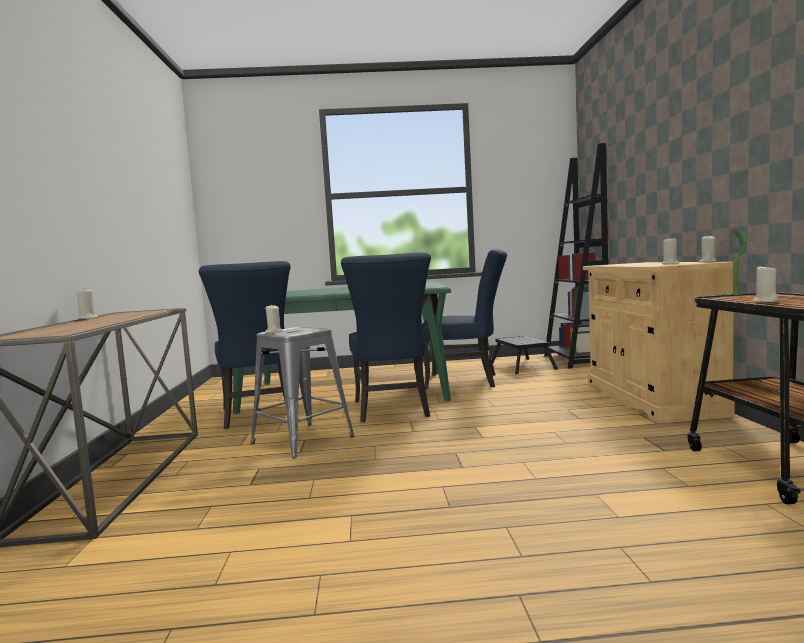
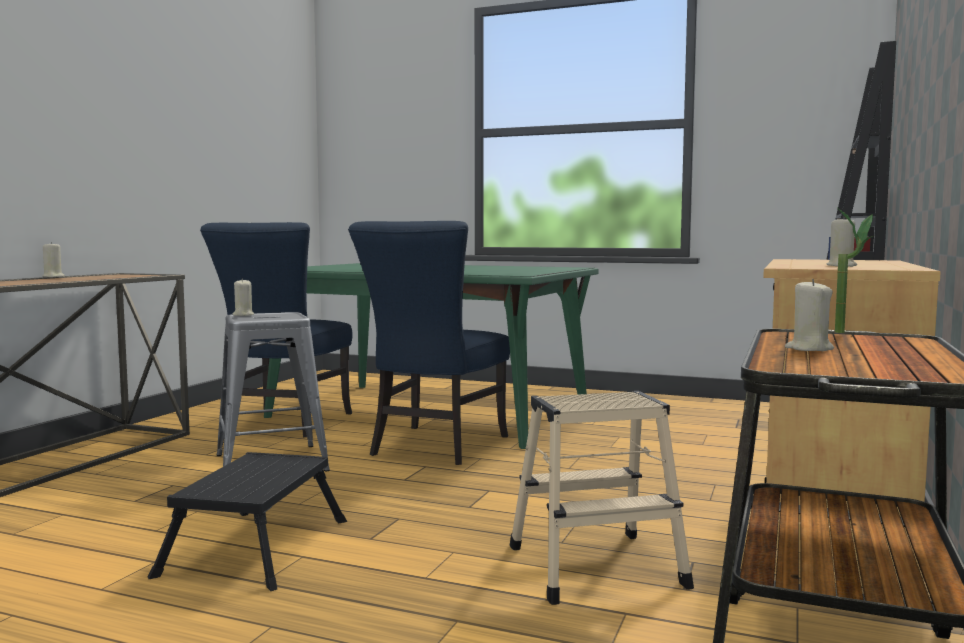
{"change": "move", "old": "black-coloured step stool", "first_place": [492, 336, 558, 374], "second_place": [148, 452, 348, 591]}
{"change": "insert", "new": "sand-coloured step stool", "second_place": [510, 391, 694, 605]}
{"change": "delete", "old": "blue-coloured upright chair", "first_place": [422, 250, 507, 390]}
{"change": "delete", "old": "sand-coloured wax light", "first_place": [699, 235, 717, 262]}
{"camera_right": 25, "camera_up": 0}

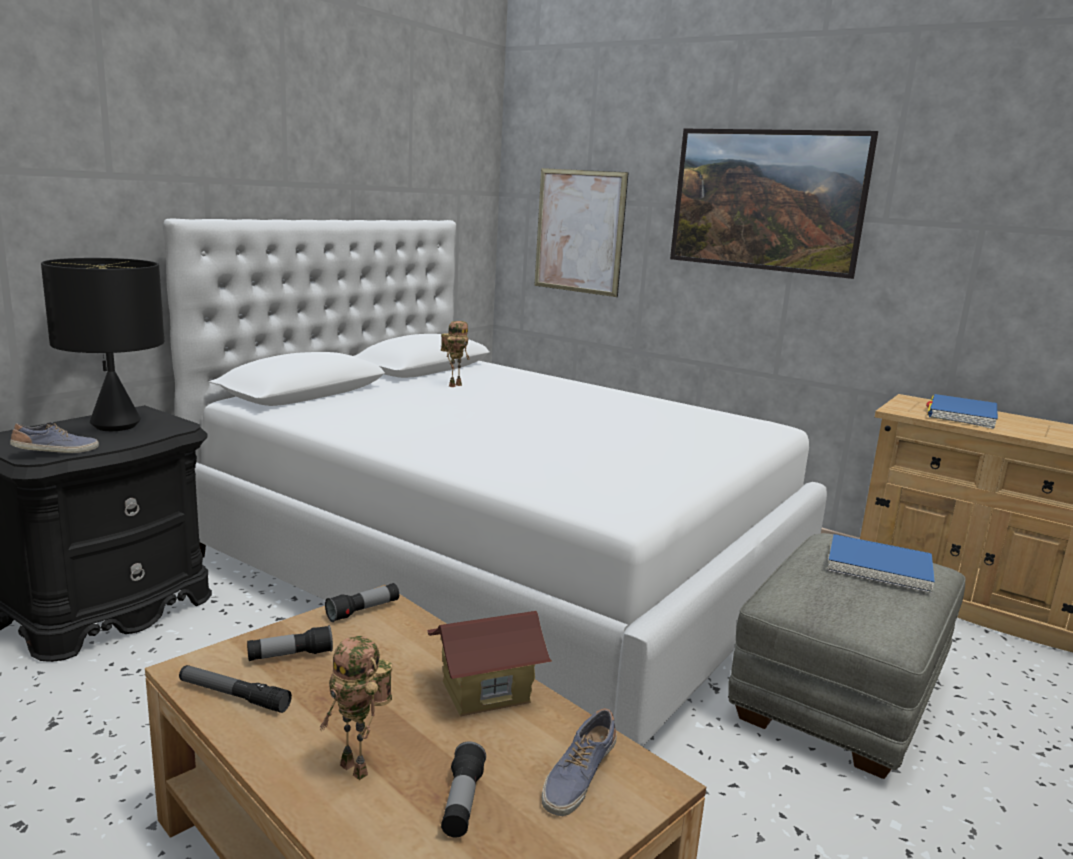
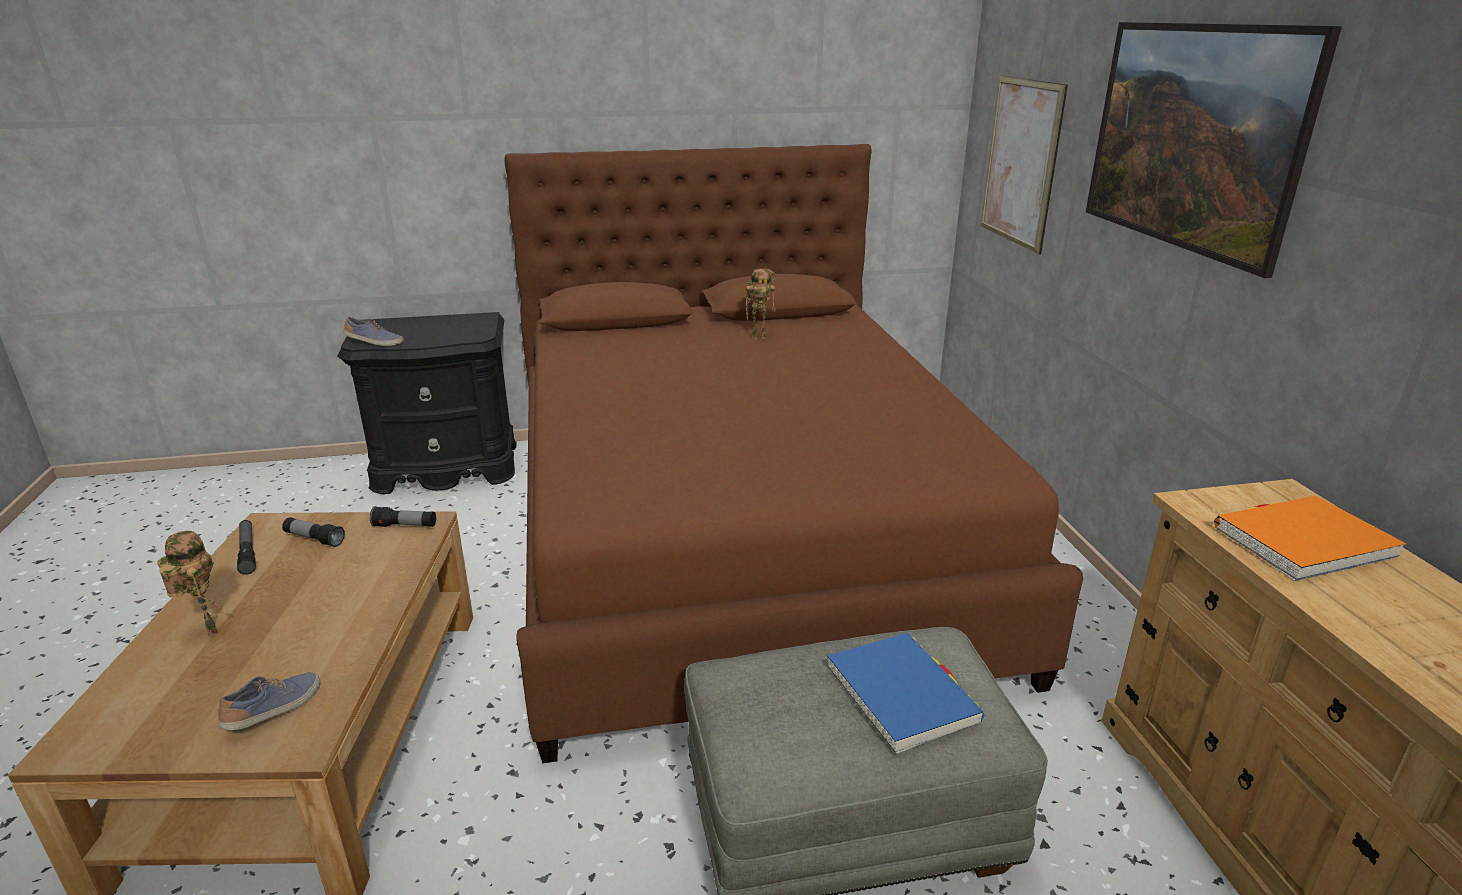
{"change": "rotate", "old": "toy robot", "first_place": [320, 636, 392, 780], "second_place": [157, 531, 224, 638], "degrees": 150}
{"change": "rotate", "old": "shoe", "first_place": [542, 708, 617, 816], "second_place": [218, 672, 321, 730], "degrees": 135}
{"change": "recolor", "old": "whitish sleeping bed", "new": "brown sleeping bed", "first_place": [163, 218, 827, 747], "second_place": [504, 144, 1083, 763]}
{"change": "recolor", "old": "blue-coloured book", "new": "orange-coloured book", "first_place": [926, 394, 998, 429], "second_place": [1214, 496, 1406, 581]}
{"change": "delete", "old": "black-coloured lamp for a table", "first_place": [41, 258, 164, 431]}
{"change": "delete", "old": "toy house", "first_place": [427, 611, 552, 716]}
{"change": "delete", "old": "torch", "first_place": [441, 741, 486, 838]}
{"camera_right": 45, "camera_up": 10}

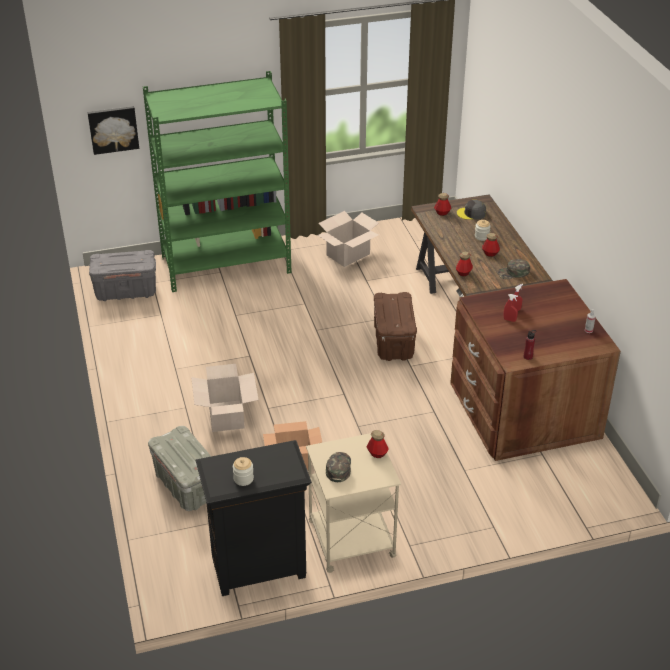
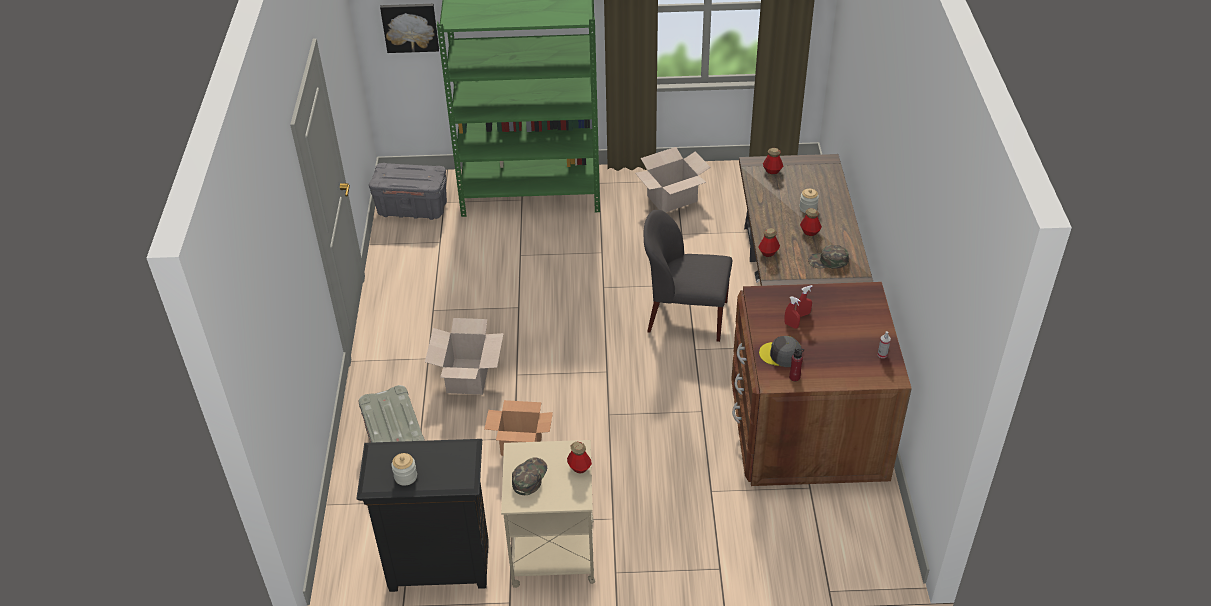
{"change": "replace", "old": "brown storage box", "new": "greyish upright chair", "first_place": [374, 292, 417, 361], "second_place": [644, 210, 732, 342]}
{"change": "move", "old": "greyish peaked cap", "first_place": [457, 200, 486, 220], "second_place": [759, 336, 802, 367]}
{"camera_right": 15, "camera_up": 5}

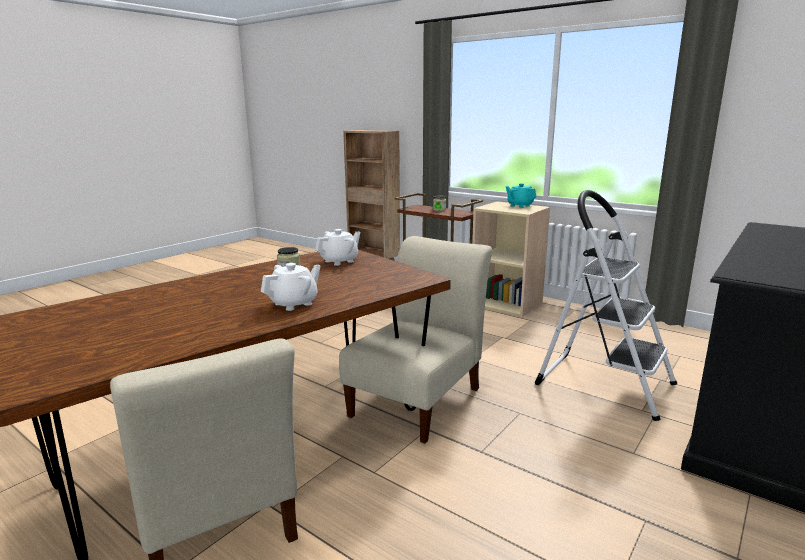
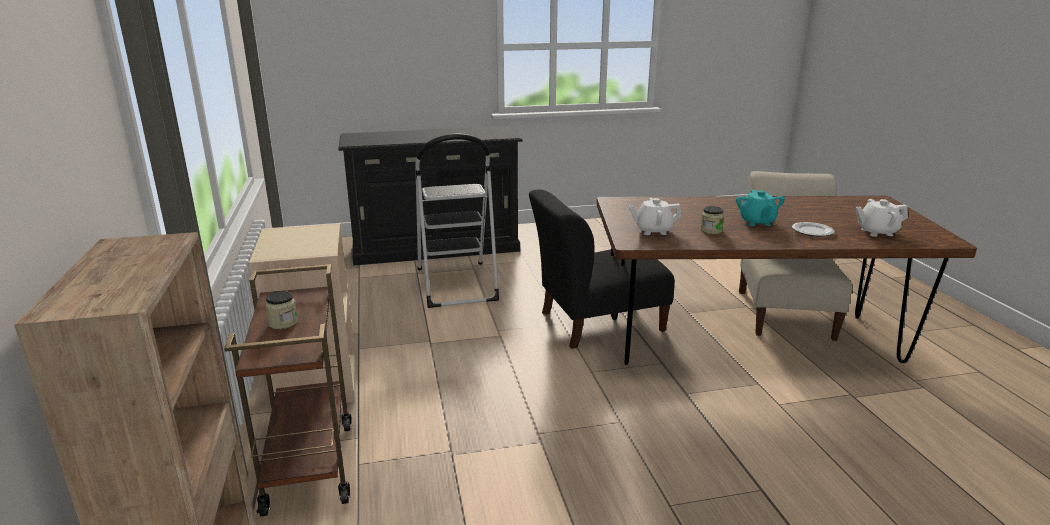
{"change": "recolor", "old": "sand-coloured upright chair", "new": "black-coloured upright chair", "first_place": [339, 236, 492, 443], "second_place": [529, 189, 675, 349]}
{"change": "move", "old": "turquoise tea pot", "first_place": [506, 183, 536, 208], "second_place": [736, 190, 785, 226]}
{"change": "insert", "new": "plate", "second_place": [792, 222, 835, 237]}
{"change": "move", "old": "whitish tea pot", "first_place": [261, 263, 321, 311], "second_place": [855, 199, 908, 237]}
{"camera_right": -140, "camera_up": 5}

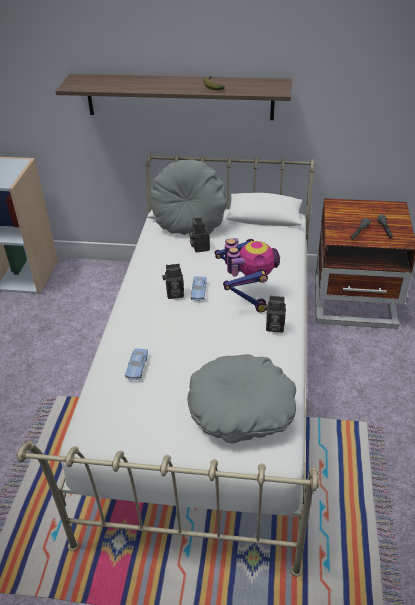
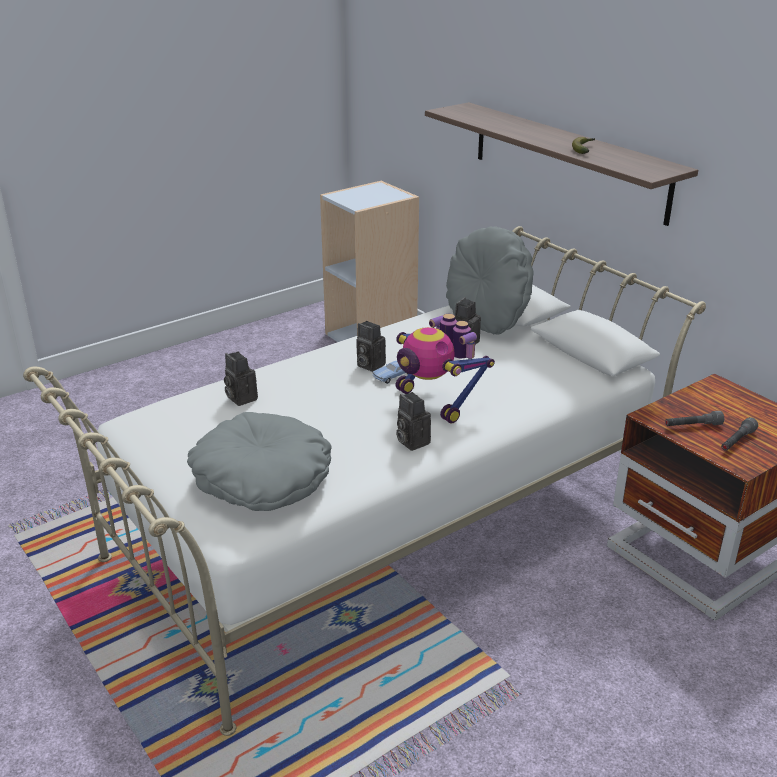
{"change": "replace", "old": "blue-coloured miniature car", "new": "photo camera", "first_place": [125, 348, 148, 380], "second_place": [224, 352, 258, 406]}
{"change": "rotate", "old": "toy robot", "first_place": [214, 238, 280, 313], "second_place": [396, 314, 495, 424], "degrees": 105}
{"camera_right": 45, "camera_up": -10}

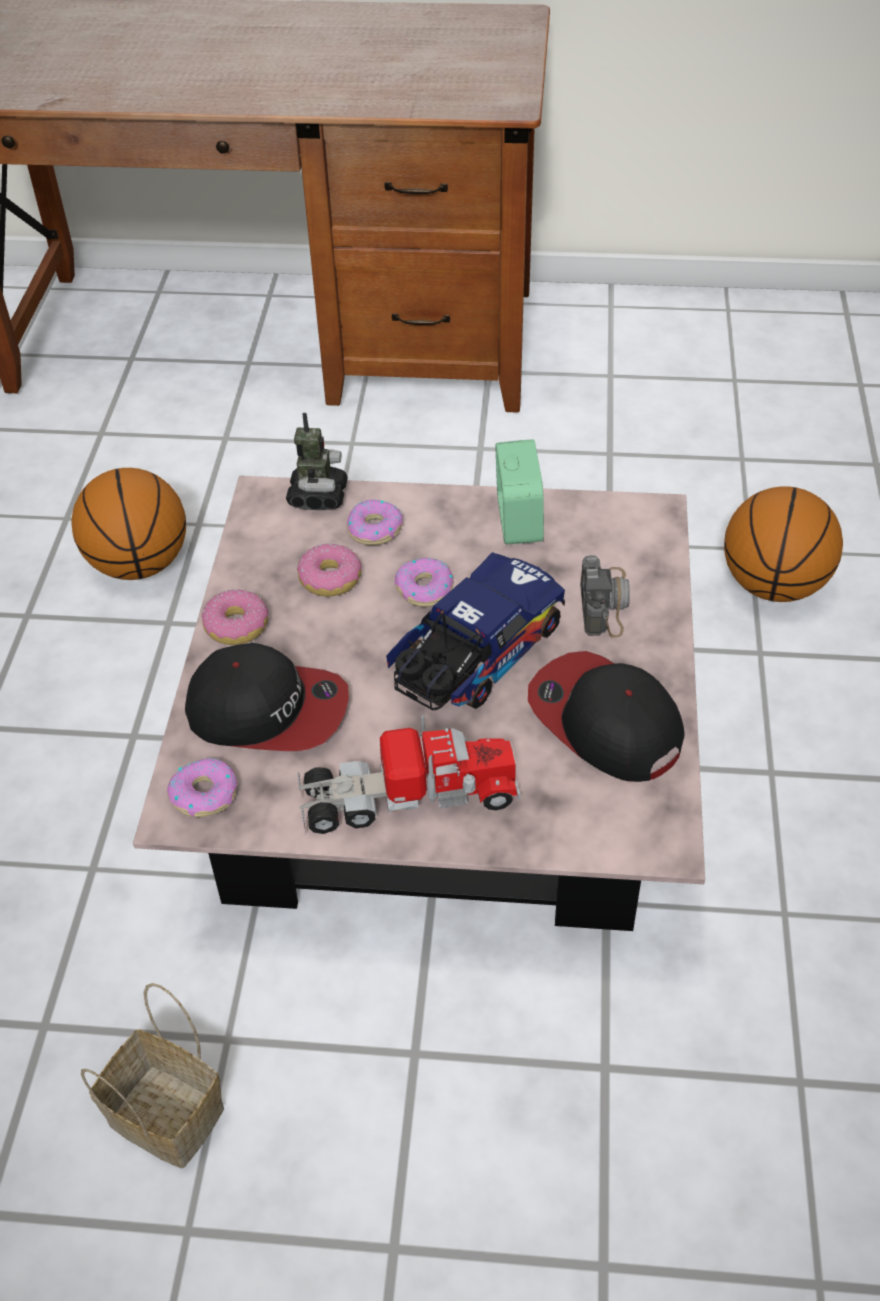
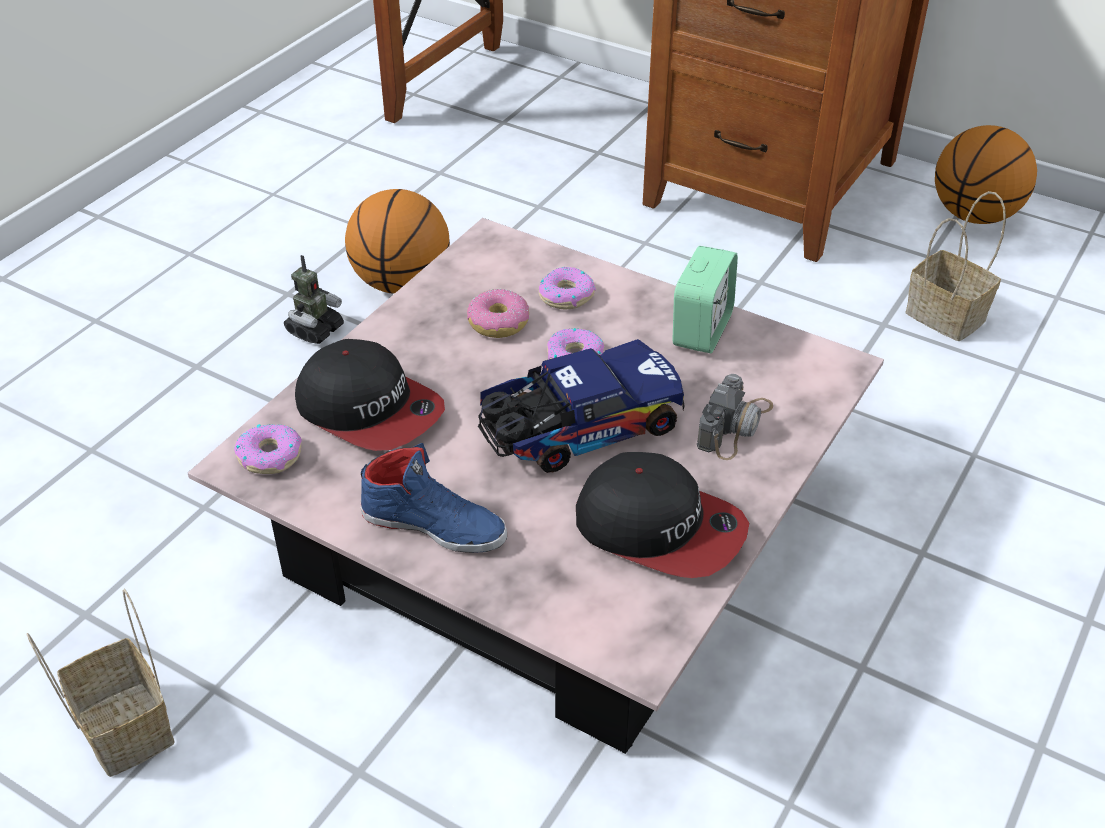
{"change": "move", "old": "toy robot", "first_place": [286, 413, 348, 510], "second_place": [284, 255, 344, 344]}
{"change": "replace", "old": "toy truck", "new": "blue-coloured shoe", "first_place": [297, 715, 520, 834], "second_place": [361, 443, 507, 553]}
{"change": "rotate", "old": "peaked cap", "first_place": [528, 651, 684, 782], "second_place": [576, 452, 749, 578], "degrees": 135}
{"change": "insert", "new": "household basket", "second_place": [905, 191, 1006, 341]}
{"change": "move", "old": "ball for basketball", "first_place": [724, 486, 843, 602], "second_place": [935, 125, 1037, 224]}
{"change": "delete", "old": "ring doughnut", "first_place": [201, 589, 268, 645]}
{"camera_right": 25, "camera_up": -5}

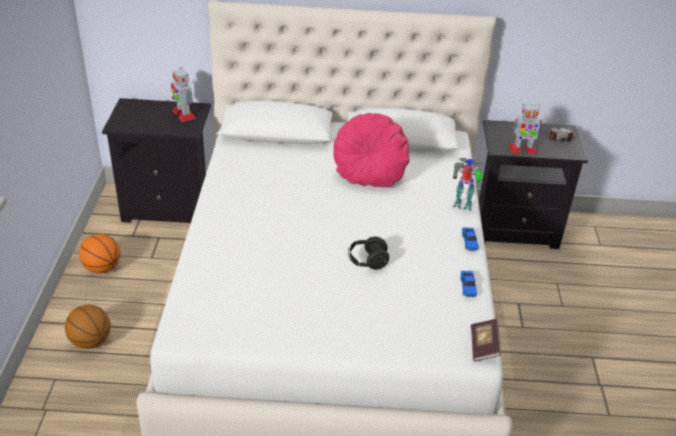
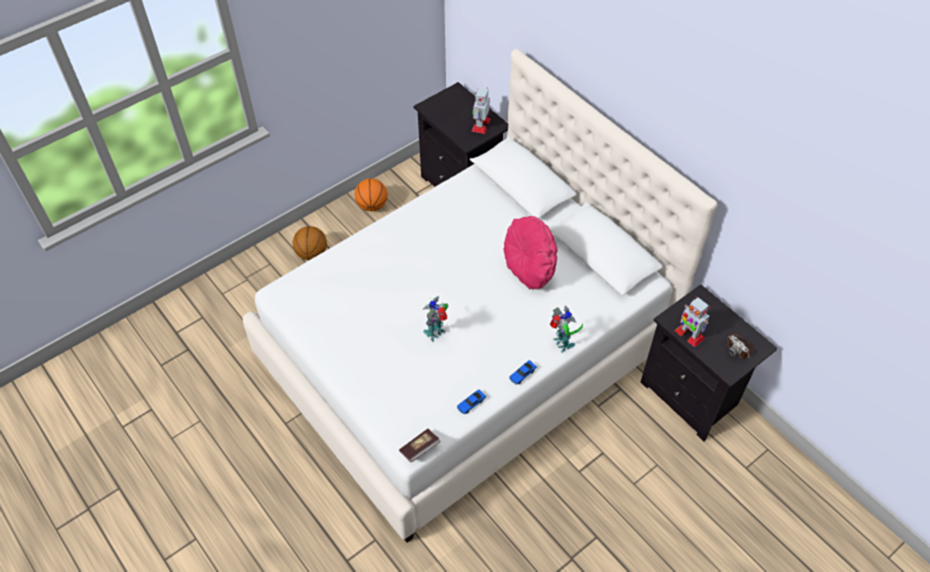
{"change": "replace", "old": "black-coloured pair of headphones", "new": "toy robot", "first_place": [348, 237, 389, 270], "second_place": [422, 296, 448, 342]}
{"camera_right": 50, "camera_up": 15}

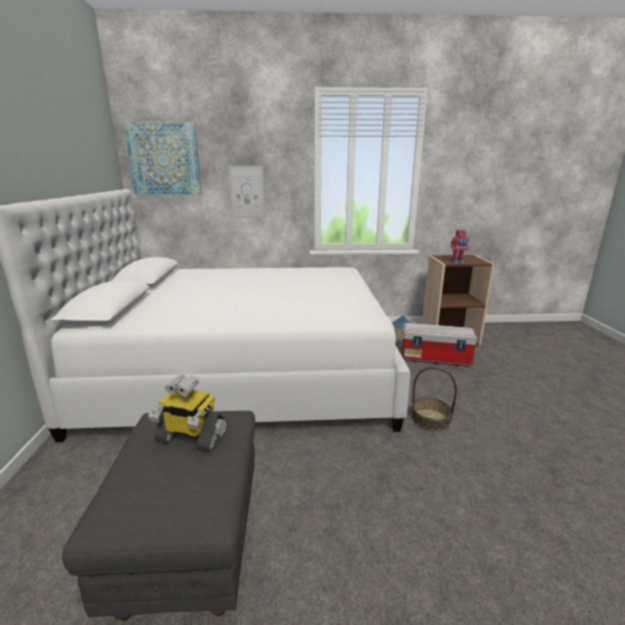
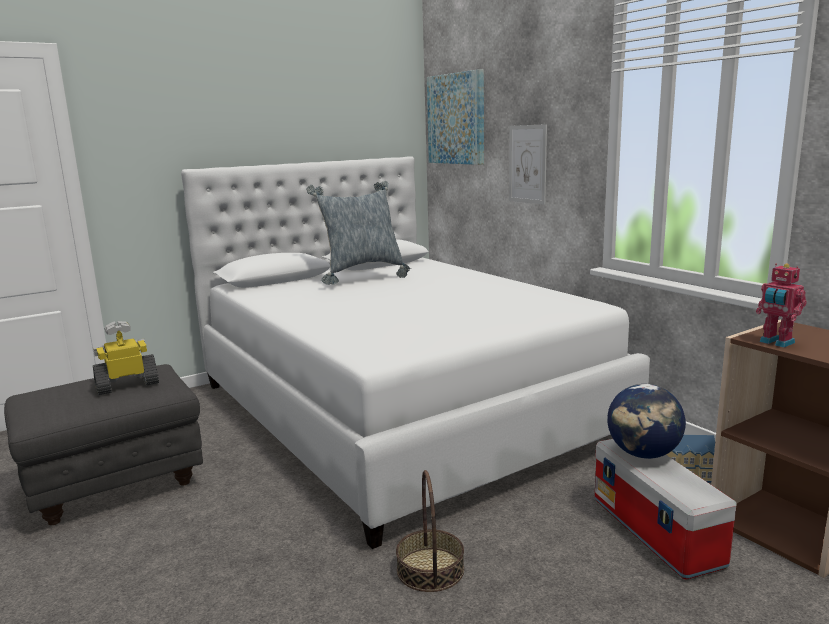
{"change": "rotate", "old": "toy robot", "first_place": [148, 375, 228, 452], "second_place": [93, 321, 159, 395], "degrees": 75}
{"change": "insert", "new": "throw pillow", "second_place": [306, 181, 411, 285]}
{"change": "insert", "new": "desk globe", "second_place": [608, 384, 686, 459]}
{"camera_right": 60, "camera_up": -5}

